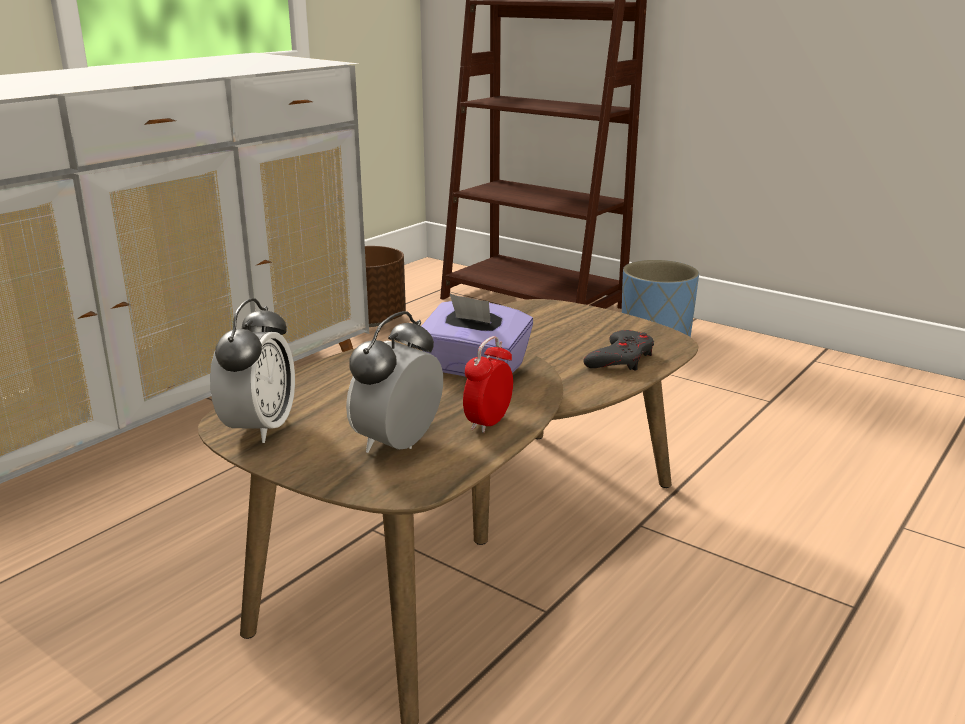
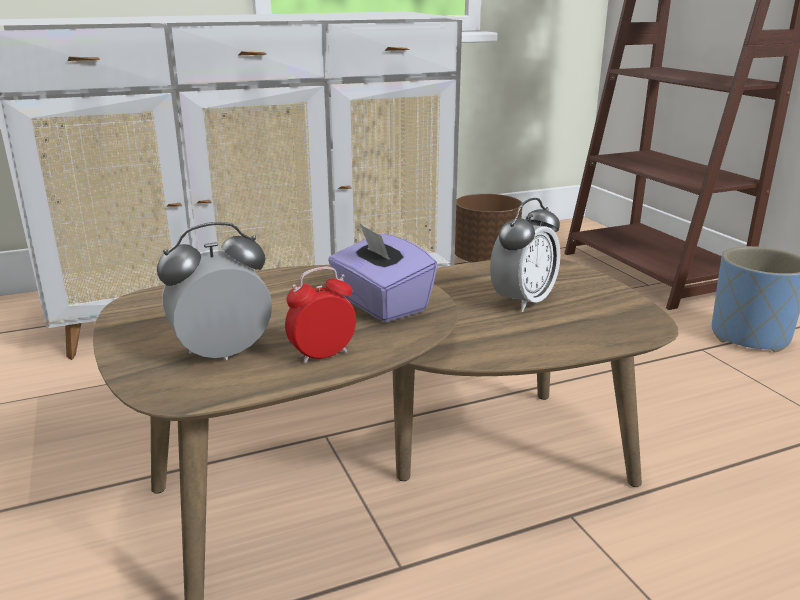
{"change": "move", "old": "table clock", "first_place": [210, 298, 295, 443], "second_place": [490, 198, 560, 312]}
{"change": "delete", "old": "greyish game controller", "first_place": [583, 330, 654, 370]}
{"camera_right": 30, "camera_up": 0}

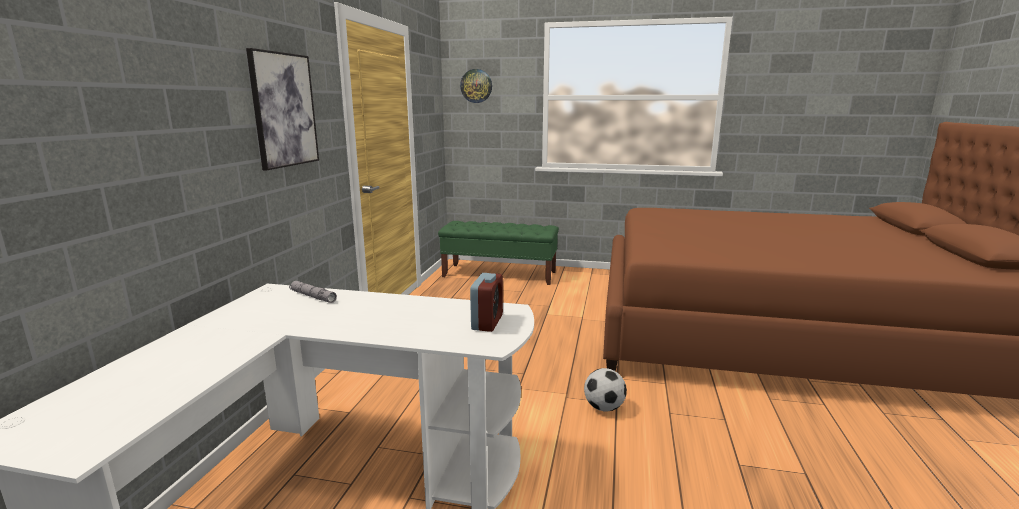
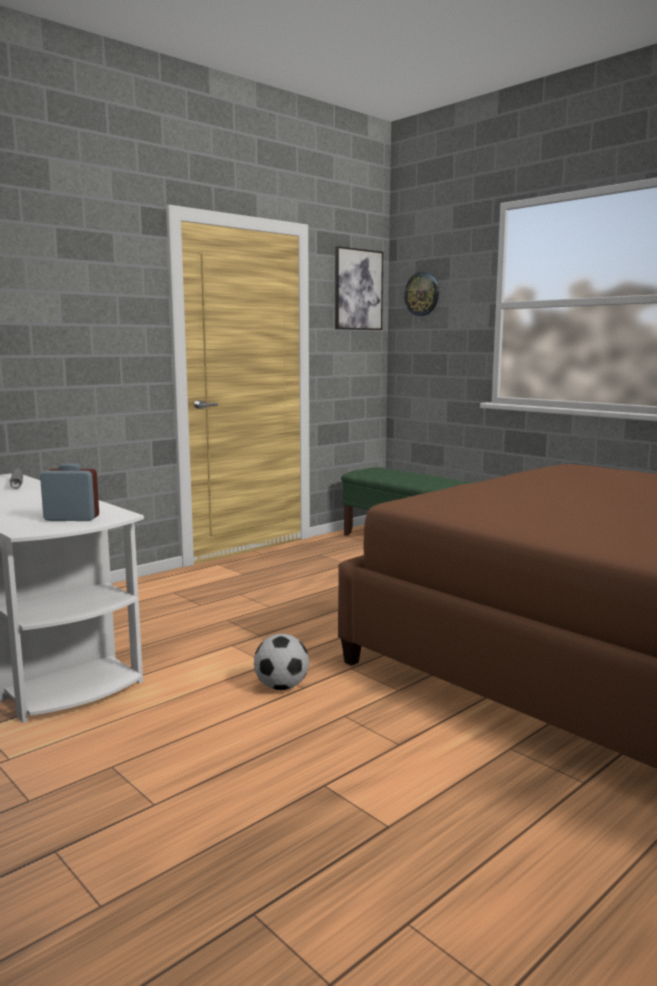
{"change": "rotate", "old": "table clock", "first_place": [470, 273, 503, 332], "second_place": [40, 463, 99, 521], "degrees": -135}
{"change": "move", "old": "wall picture", "first_place": [246, 48, 319, 170], "second_place": [335, 246, 383, 330]}
{"camera_right": 35, "camera_up": -5}

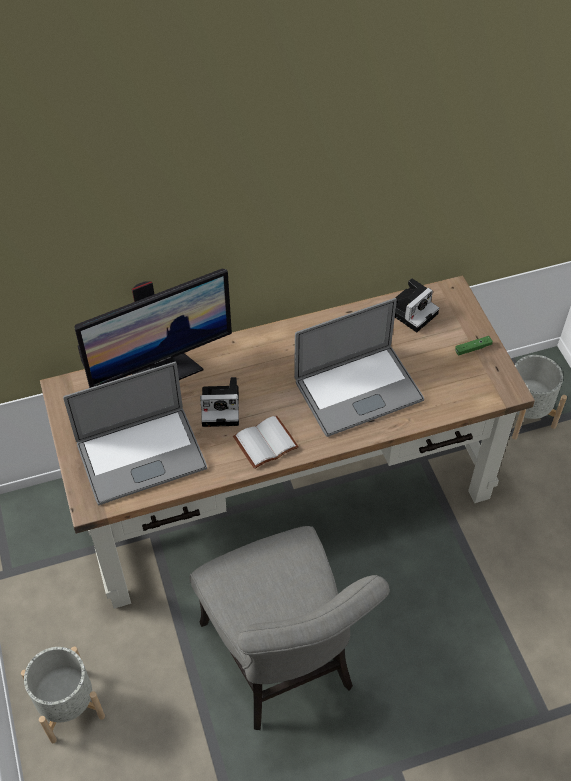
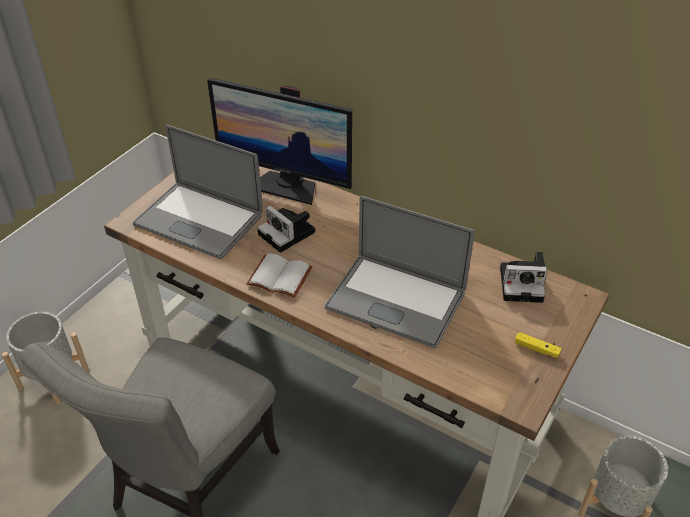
{"change": "recolor", "old": "greenish game controller", "new": "yellow-coloured game controller", "first_place": [455, 336, 493, 356], "second_place": [515, 332, 562, 358]}
{"camera_right": 50, "camera_up": -10}

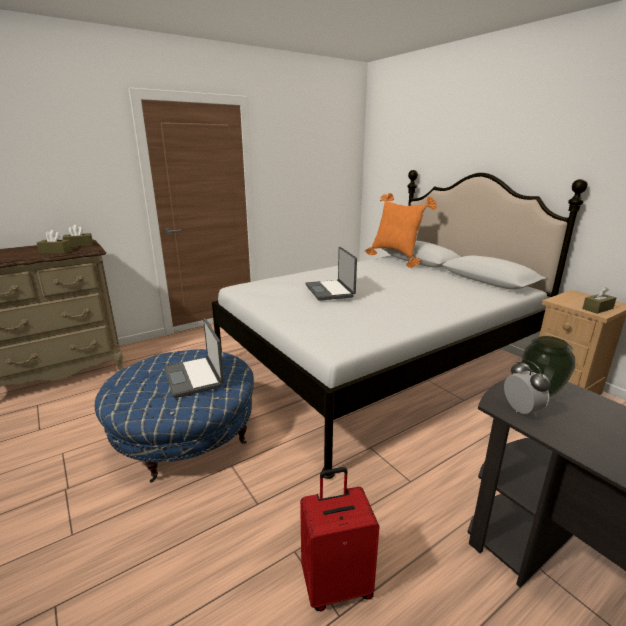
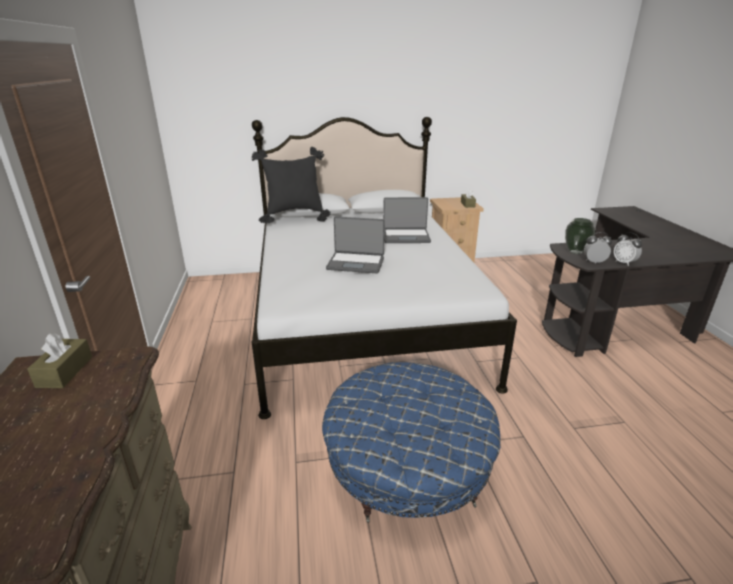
{"change": "recolor", "old": "orange-coloured throw pillow", "new": "black-coloured throw pillow", "first_place": [365, 193, 437, 268], "second_place": [251, 146, 331, 224]}
{"change": "move", "old": "laptop", "first_place": [164, 318, 224, 398], "second_place": [383, 197, 431, 243]}
{"change": "insert", "new": "table clock", "second_place": [614, 232, 642, 266]}
{"change": "delete", "old": "brown tissue box", "first_place": [37, 230, 73, 254]}
{"change": "delete", "old": "reddish piece of luggage", "first_place": [300, 467, 380, 611]}
{"camera_right": -65, "camera_up": 5}

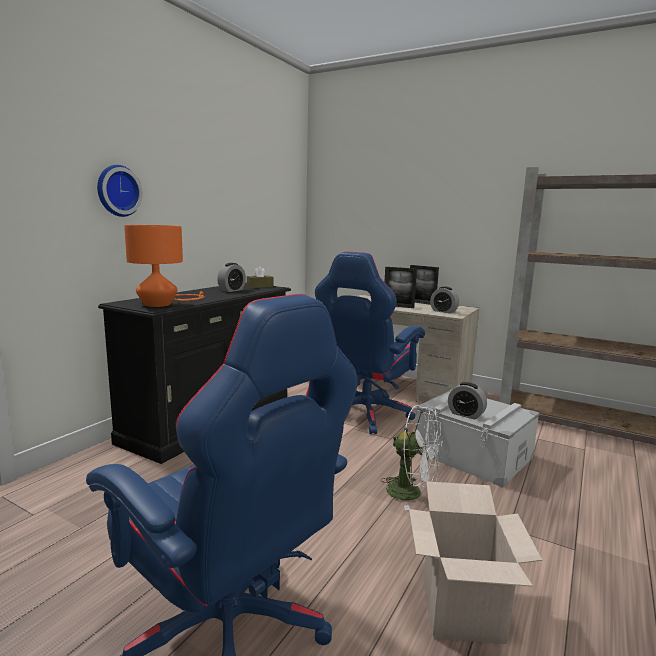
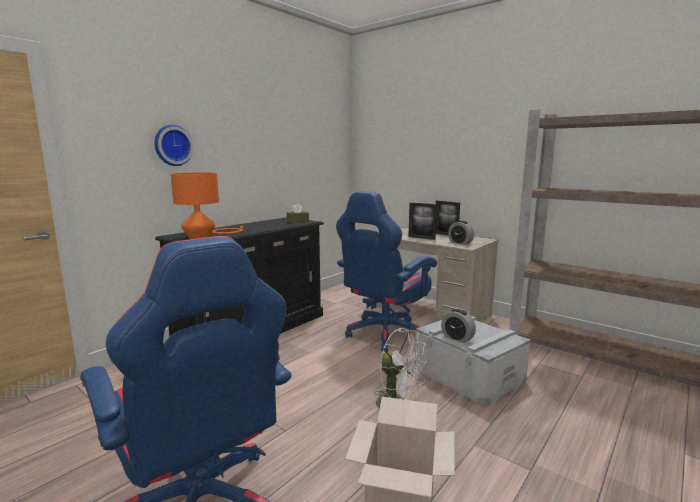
{"change": "delete", "old": "table clock", "first_place": [217, 263, 246, 292]}
{"camera_right": 10, "camera_up": 0}

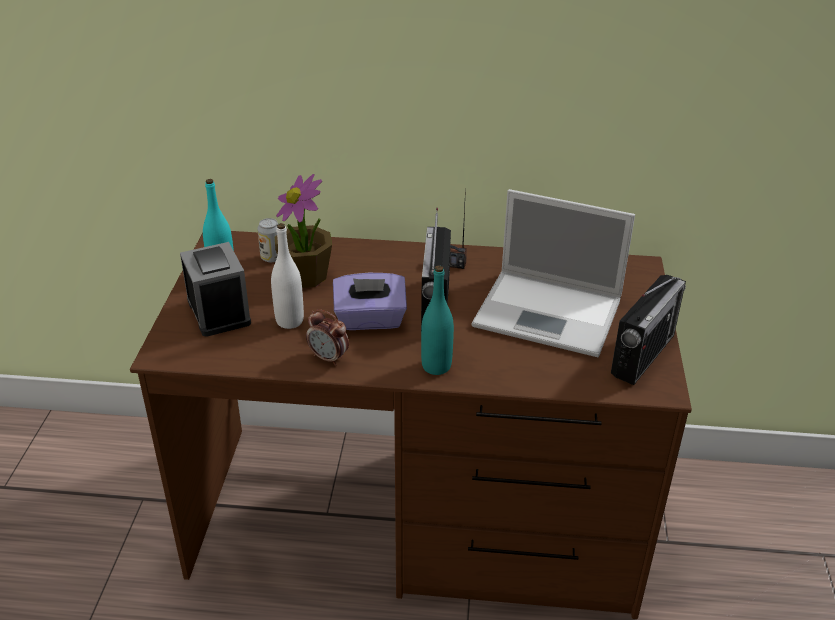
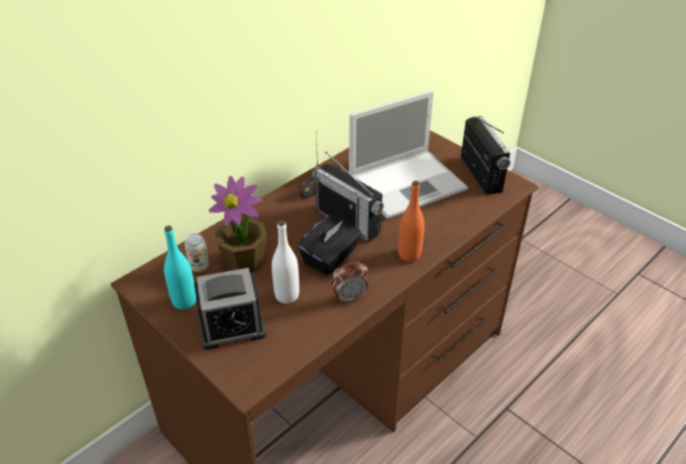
{"change": "rotate", "old": "table clock", "first_place": [180, 242, 251, 337], "second_place": [194, 268, 266, 350], "degrees": 150}
{"change": "recolor", "old": "purplish tissue box", "new": "black-coloured tissue box", "first_place": [333, 273, 407, 330], "second_place": [298, 213, 361, 275]}
{"change": "recolor", "old": "turquoise drink bottle", "new": "orange-coloured drink bottle", "first_place": [421, 266, 454, 375], "second_place": [398, 181, 425, 262]}
{"camera_right": -50, "camera_up": 5}

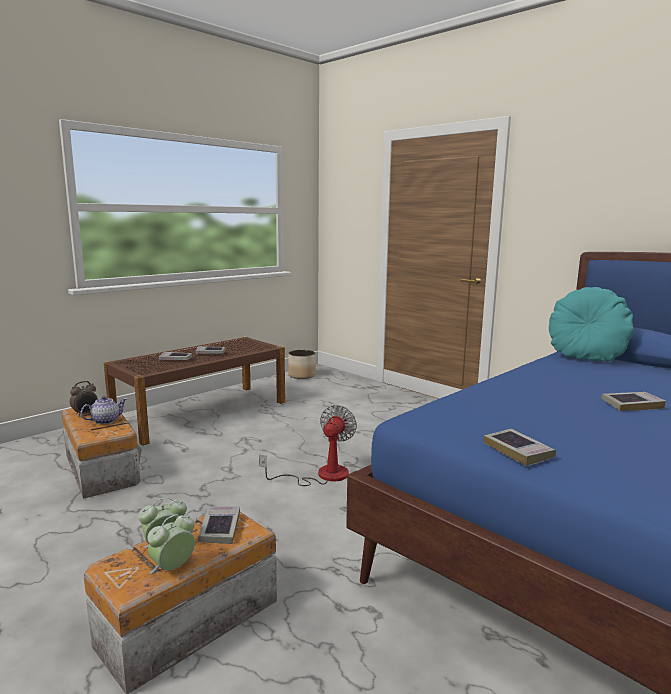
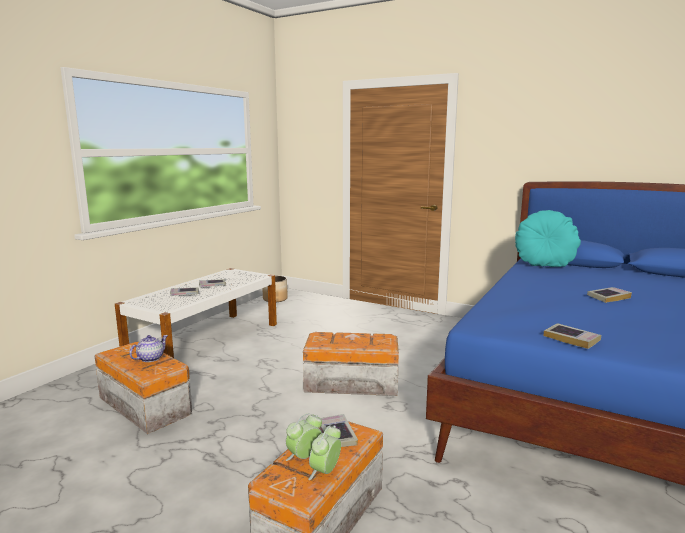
{"change": "recolor", "old": "brown long seat", "new": "whitish long seat", "first_place": [104, 337, 285, 446], "second_place": [115, 268, 277, 358]}
{"change": "replace", "old": "electric fan", "new": "storage box", "first_place": [259, 405, 357, 486], "second_place": [303, 332, 399, 396]}
{"change": "delete", "old": "table clock", "first_place": [70, 381, 98, 417]}
{"camera_right": -15, "camera_up": 0}

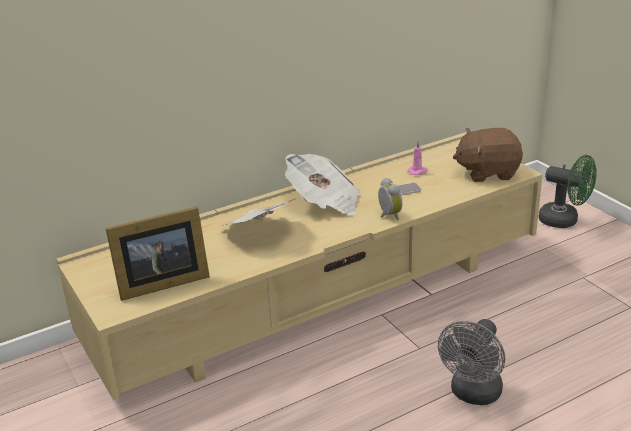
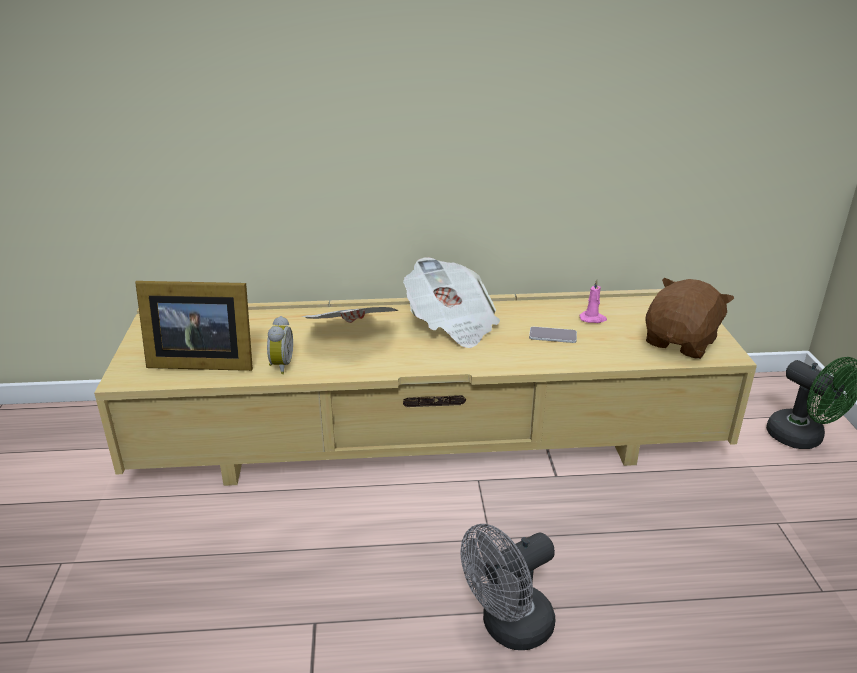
{"change": "move", "old": "table clock", "first_place": [378, 178, 402, 220], "second_place": [267, 316, 293, 374]}
{"change": "rotate", "old": "brown cuddly toy", "first_place": [453, 128, 523, 182], "second_place": [645, 278, 734, 359], "degrees": 105}
{"camera_right": 25, "camera_up": 0}

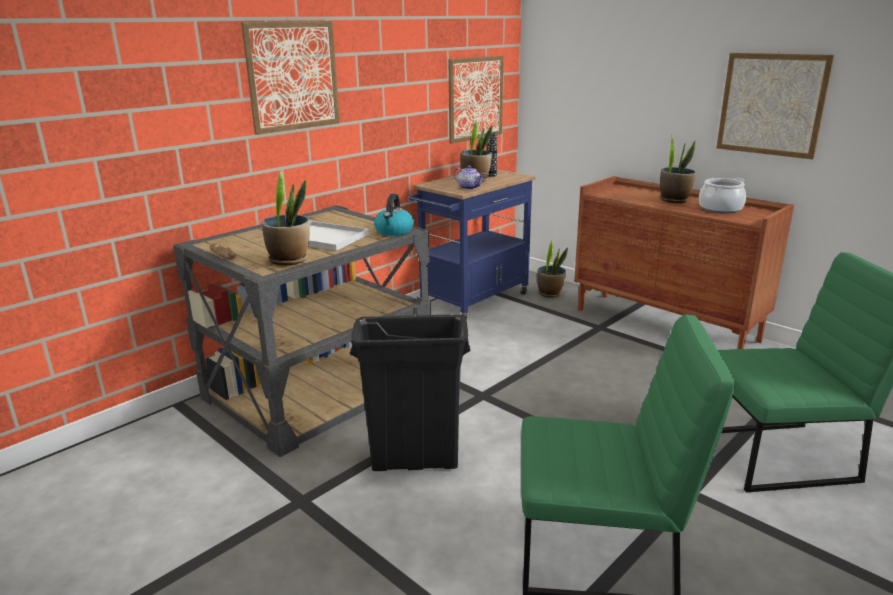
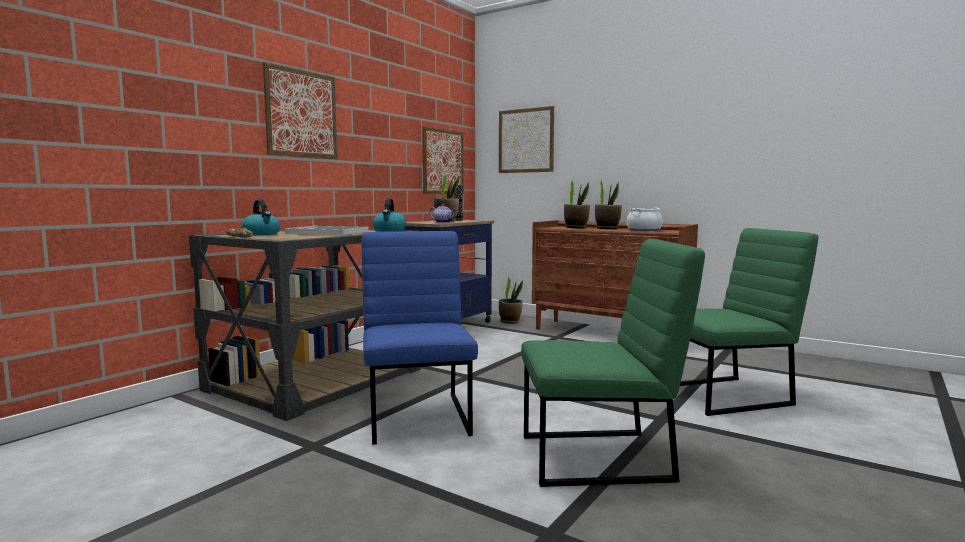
{"change": "insert", "new": "water kettle", "second_place": [241, 200, 280, 235]}
{"change": "replace", "old": "black-coloured waste bin", "new": "blue-coloured upright chair", "first_place": [350, 314, 470, 471], "second_place": [362, 231, 478, 445]}
{"change": "move", "old": "wall picture", "first_place": [716, 51, 834, 160], "second_place": [499, 106, 554, 173]}
{"change": "move", "old": "plant in a pot", "first_place": [262, 171, 310, 266], "second_place": [564, 180, 590, 228]}
{"camera_right": -10, "camera_up": -15}

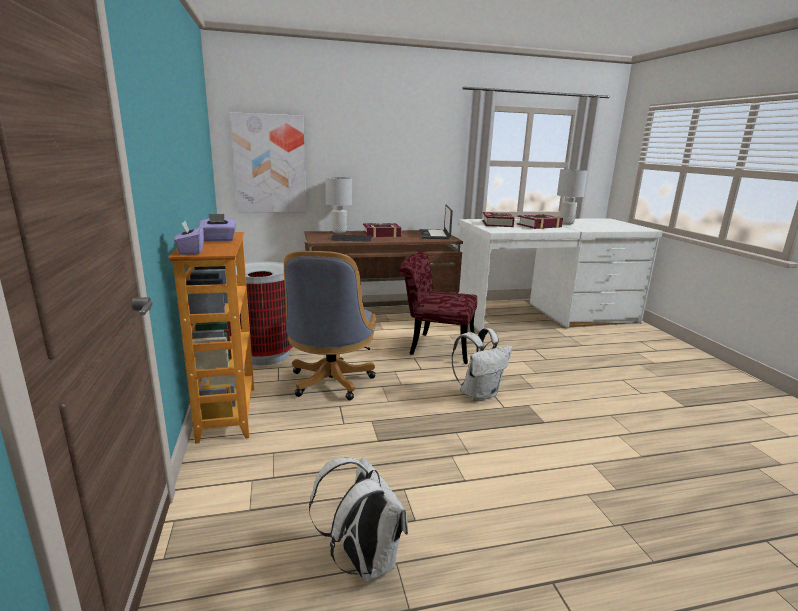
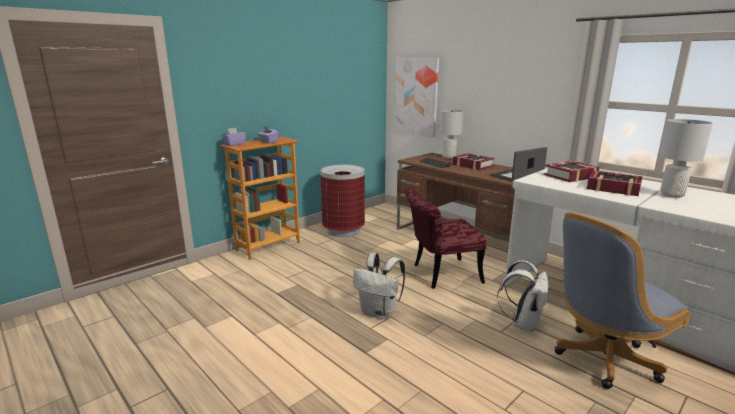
{"change": "rotate", "old": "reddish upright chair", "first_place": [399, 251, 477, 364], "second_place": [405, 187, 487, 289], "degrees": -90}
{"change": "move", "old": "whitish knapsack", "first_place": [309, 457, 408, 582], "second_place": [497, 260, 548, 332]}
{"change": "move", "old": "blue-coloured desk chair", "first_place": [284, 251, 376, 401], "second_place": [555, 212, 690, 389]}
{"camera_right": 60, "camera_up": 0}

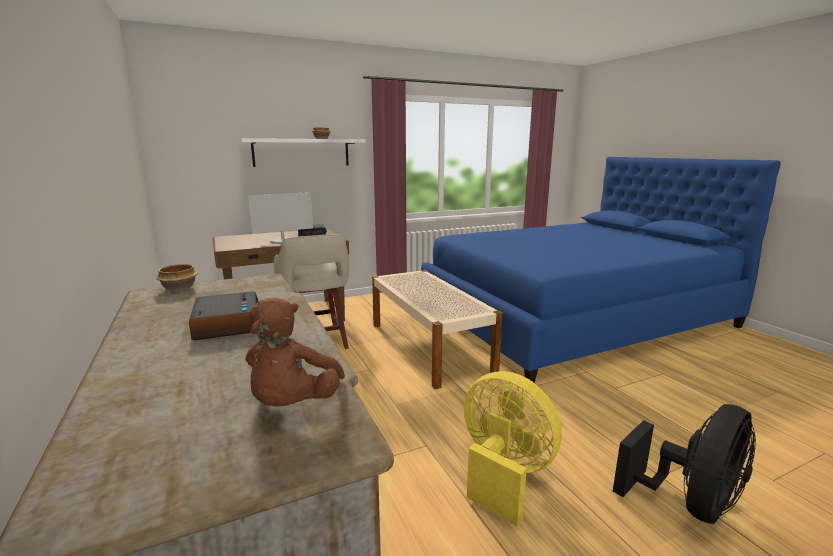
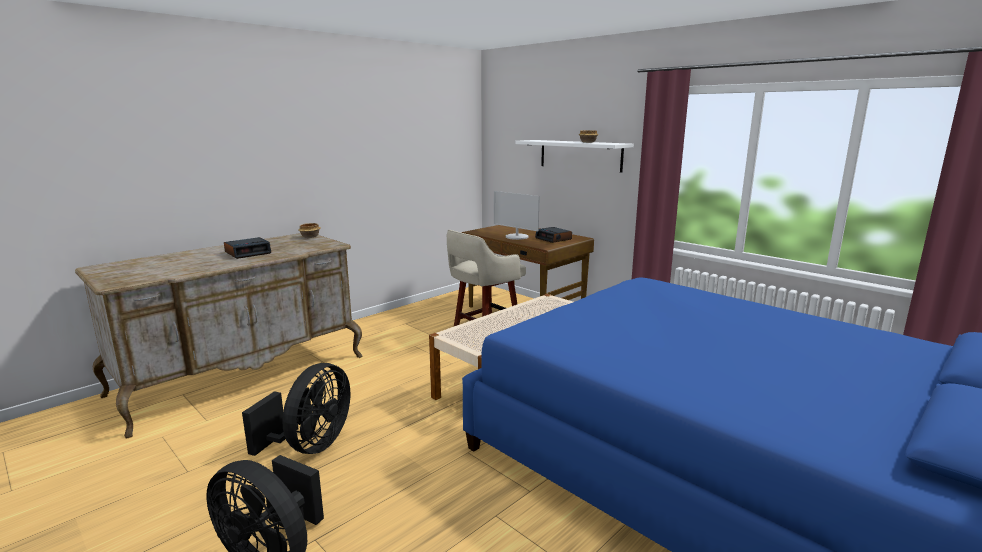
{"change": "recolor", "old": "yellow-coloured electric fan", "new": "black-coloured electric fan", "first_place": [464, 371, 562, 527], "second_place": [242, 363, 350, 456]}
{"change": "delete", "old": "brown cuddly toy", "first_place": [246, 297, 345, 407]}
{"camera_right": 70, "camera_up": 0}

